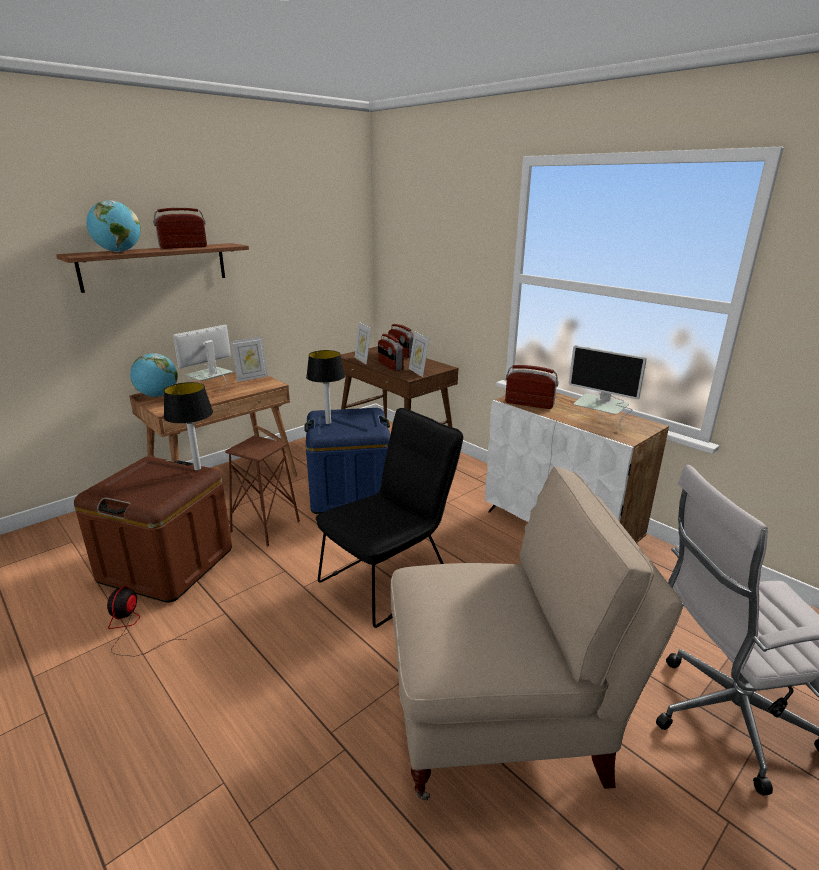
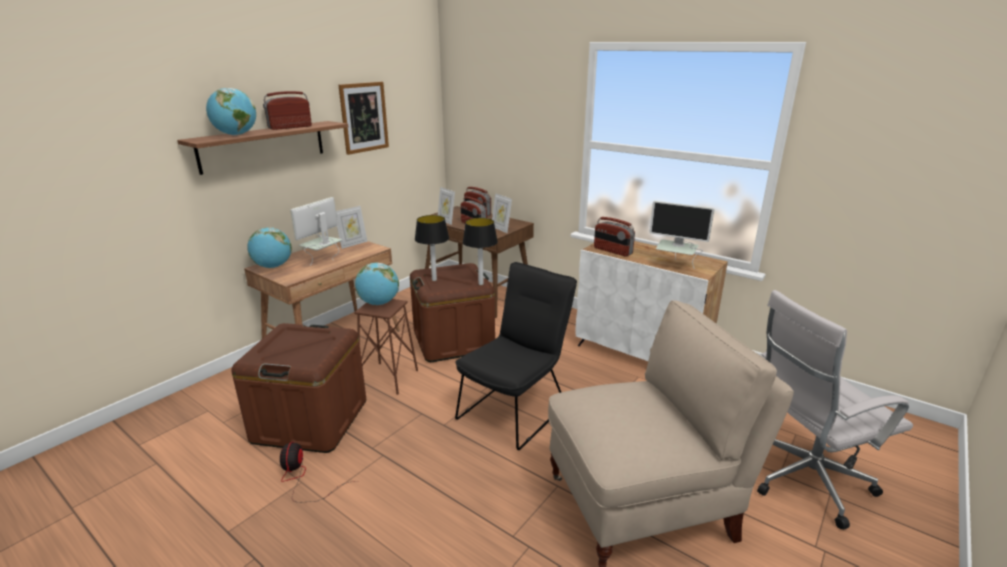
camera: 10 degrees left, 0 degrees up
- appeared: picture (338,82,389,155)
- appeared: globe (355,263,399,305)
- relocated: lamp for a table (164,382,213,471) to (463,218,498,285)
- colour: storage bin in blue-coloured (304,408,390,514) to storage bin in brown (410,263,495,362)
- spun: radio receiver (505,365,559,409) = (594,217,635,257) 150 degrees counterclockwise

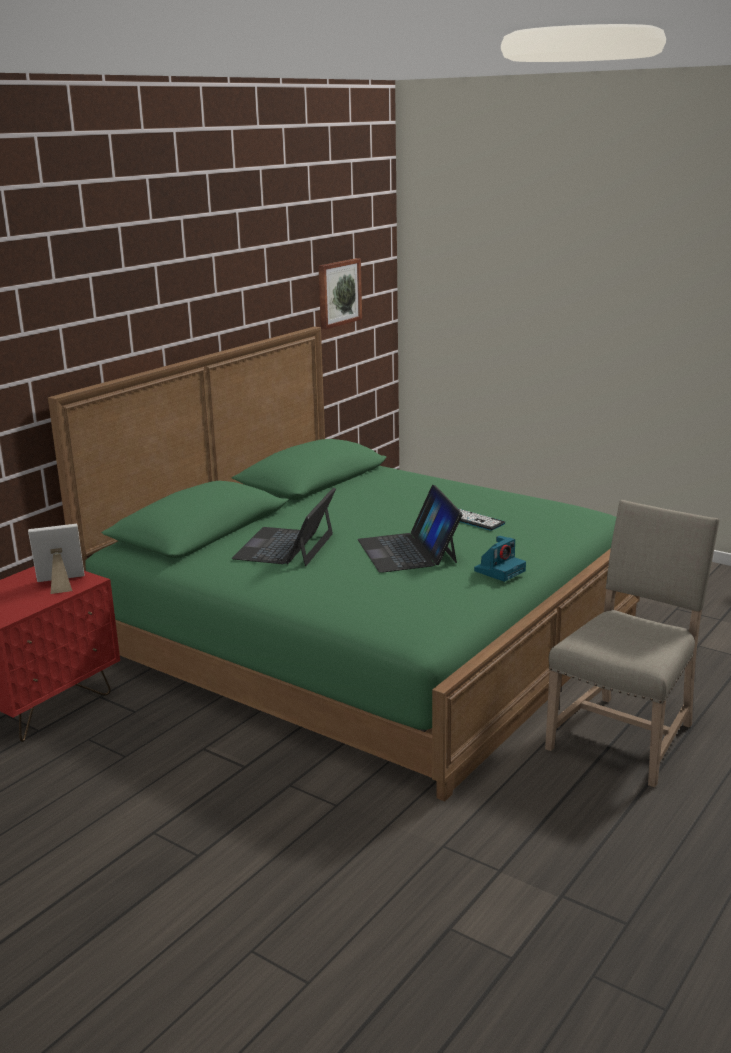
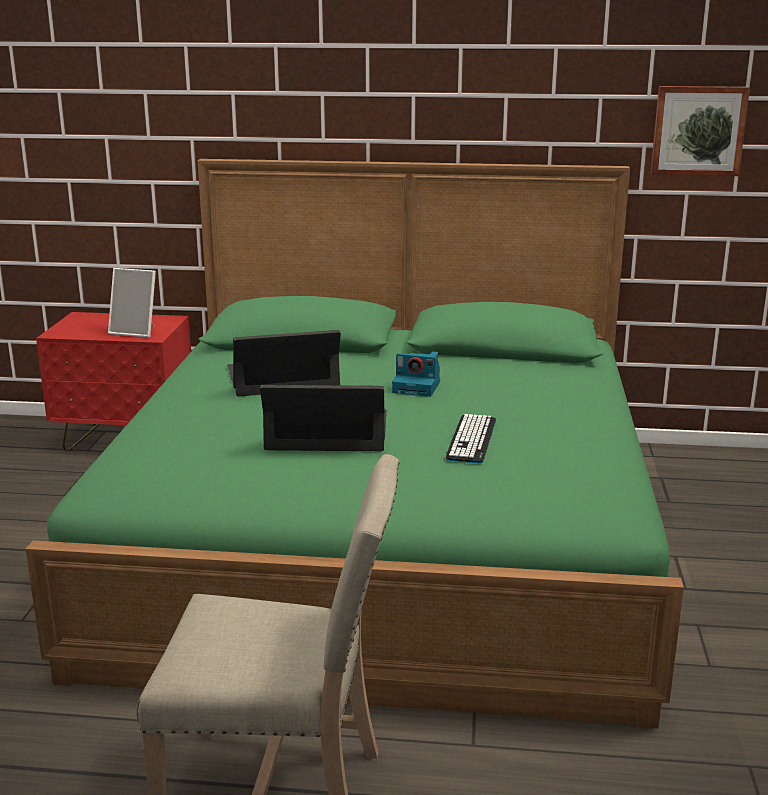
camera: 60 degrees right, 0 degrees up
- relocated: still camera (474,536,526,582) to (392,352,440,397)
- spun: photo frame (28,524,84,594) = (108,268,156,338) 150 degrees clockwise
- spun: notebook computer (358,485,463,573) = (260,385,387,451) 45 degrees clockwise

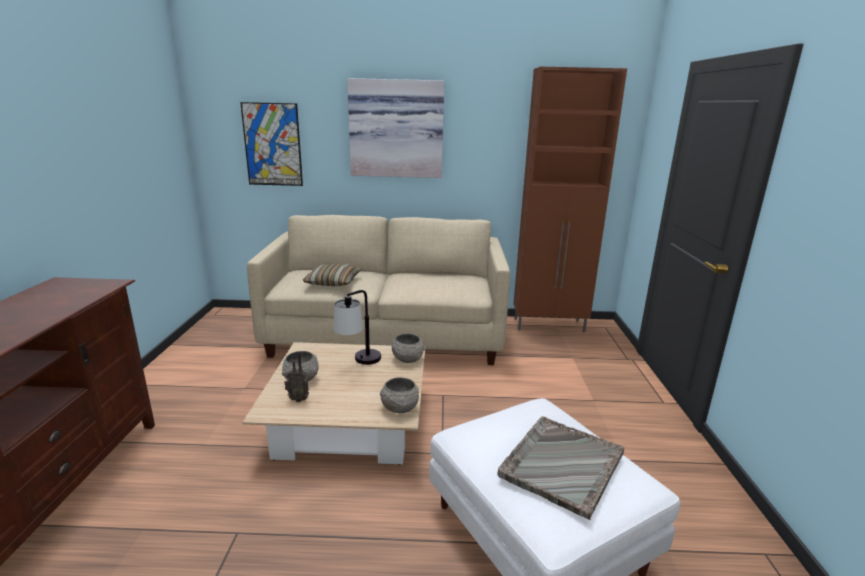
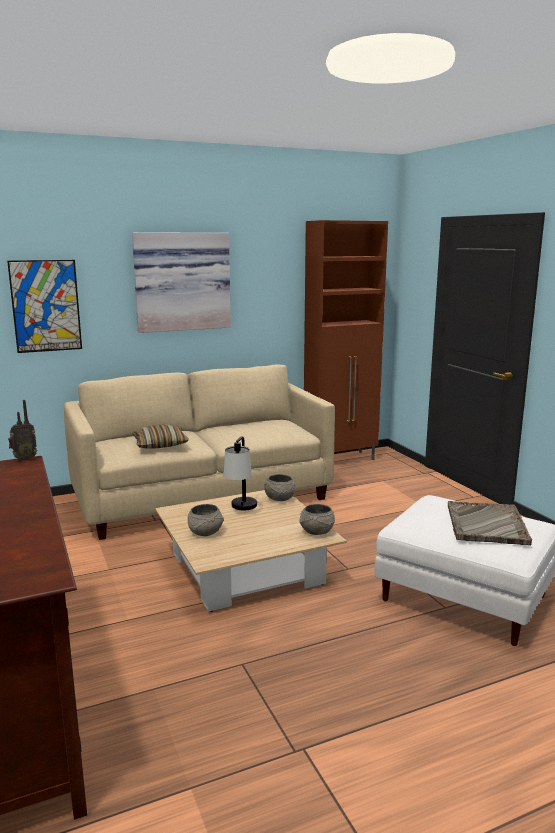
camera: 25 degrees left, 5 degrees down
- relocated: radio receiver (284,351,309,402) to (8,400,37,461)

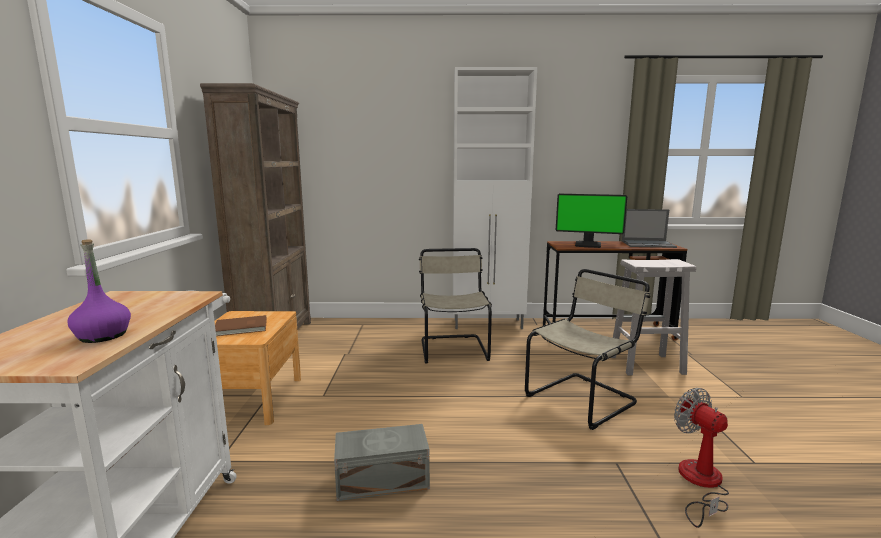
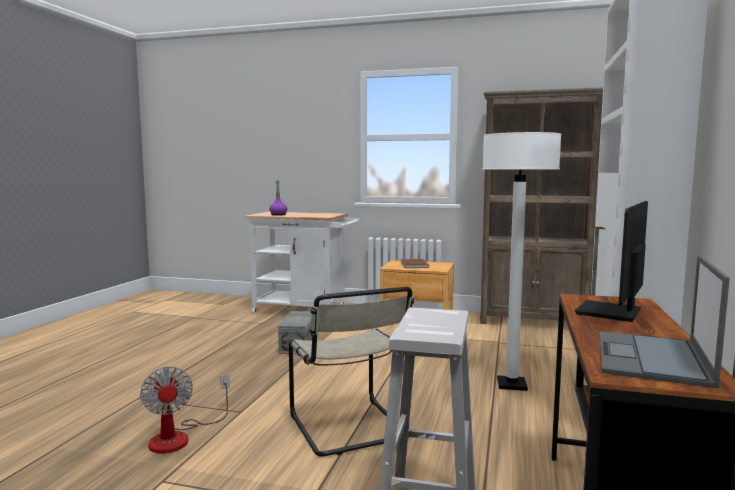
camera: 105 degrees right, 5 degrees down
- exchanged: chair in beige-coloured (419,248,492,364) to standing lamp in white-coloured (482,132,561,391)
- spun: fan (674,388,729,528) = (140,367,230,454) 75 degrees clockwise

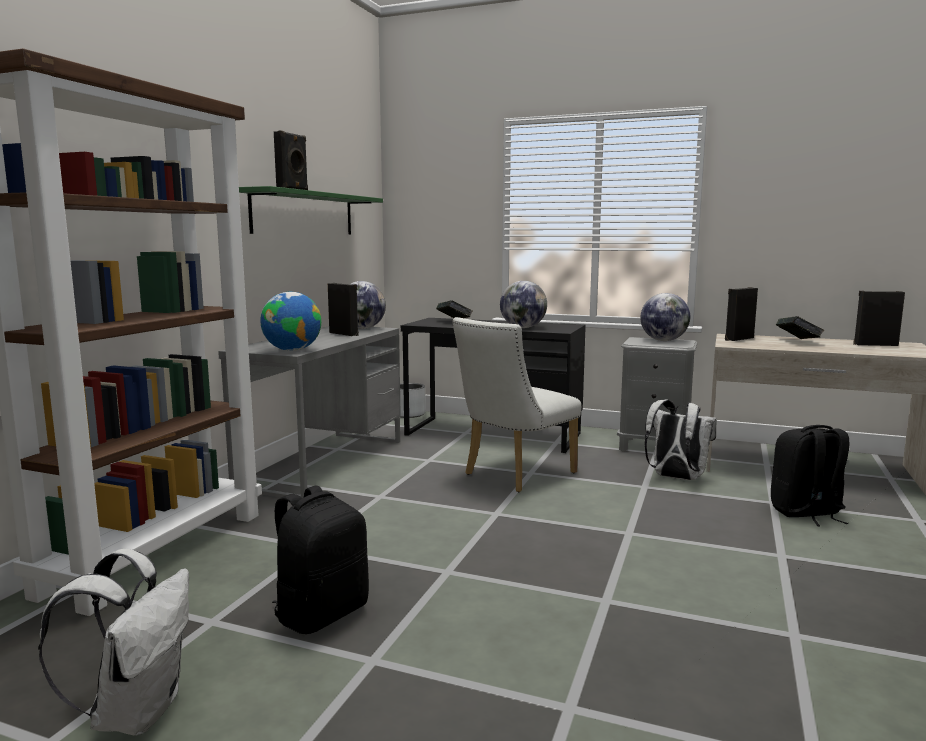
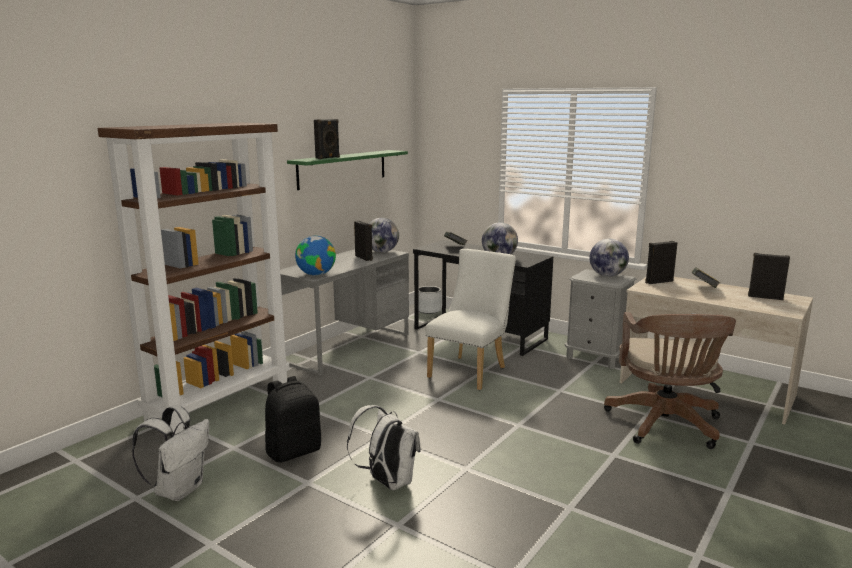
camera: 15 degrees right, 5 degrees up
- relocated: backpack in white-coloured (645,400,717,480) to (347,405,421,490)
- exchanged: backpack in black-coloured (771,425,849,526) to computer chair in brown (604,312,736,449)
- spun: chair in white-coloured (452,317,581,492) = (425,249,516,390) 150 degrees clockwise

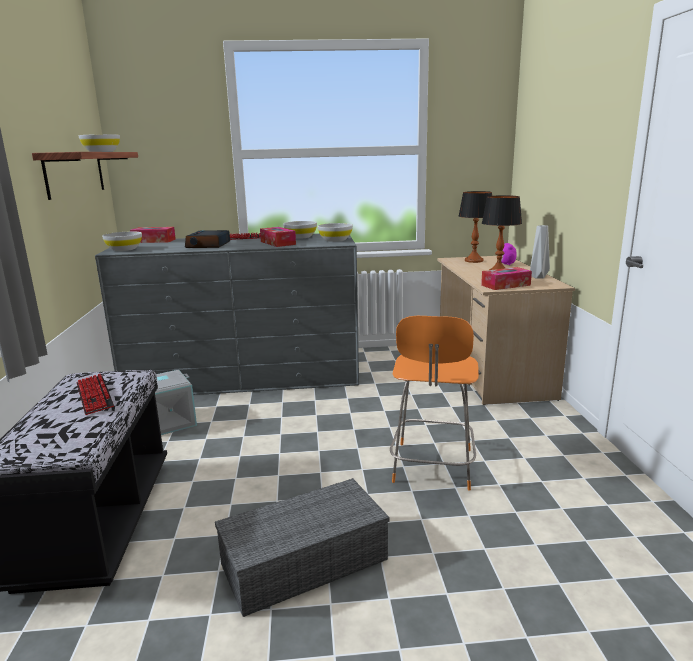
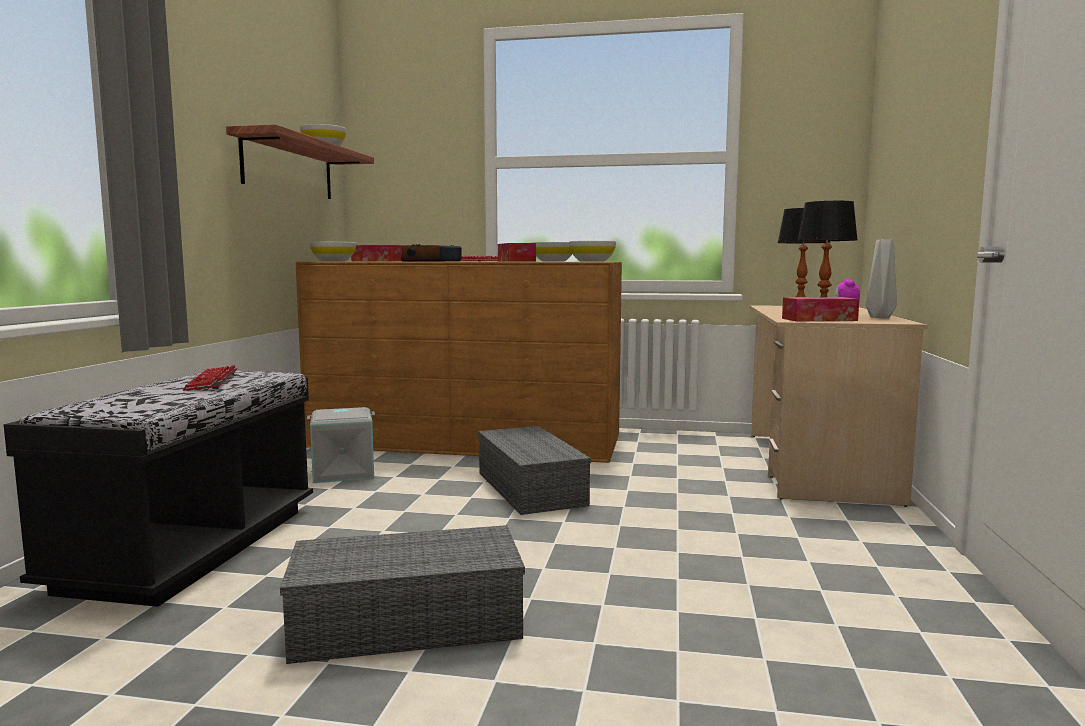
camera: 15 degrees right, 10 degrees down
- missing: chair in orange-coloured (390,316,479,491)
- appeared: storage bin in gray (478,426,591,515)
- colour: dresser in gray (95,233,359,395) to dresser in brown (295,261,622,463)

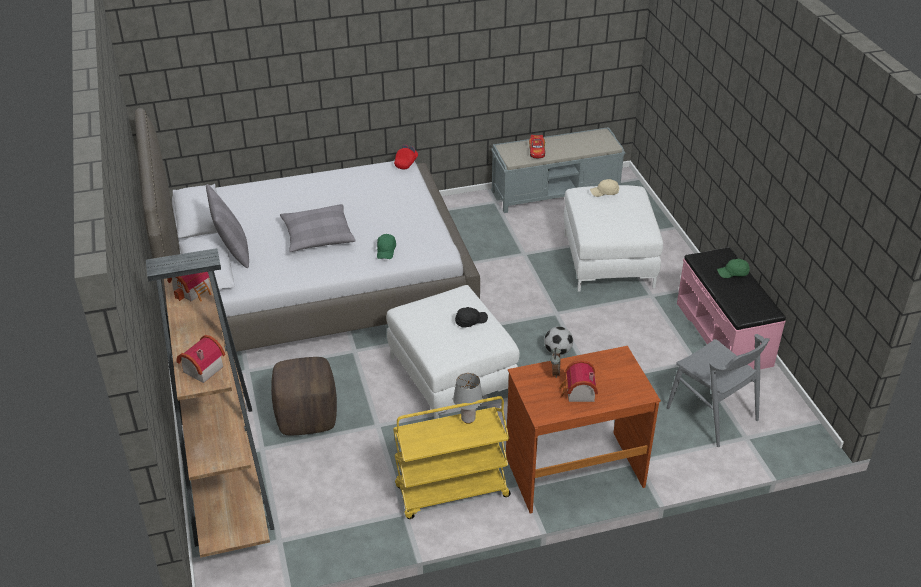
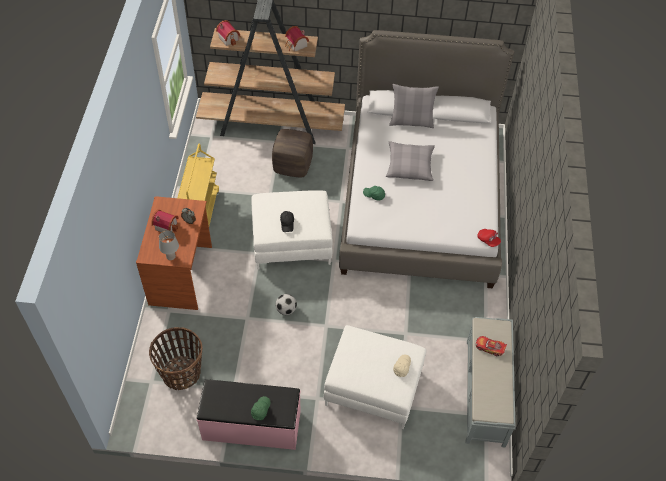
camera: 110 degrees right, 15 degrees up
- relocated: lamp for a table in gray (453,373,483,424) to (159,230,179,260)
- exchanged: chair in gray (667,334,770,447) to basket (149,327,202,390)

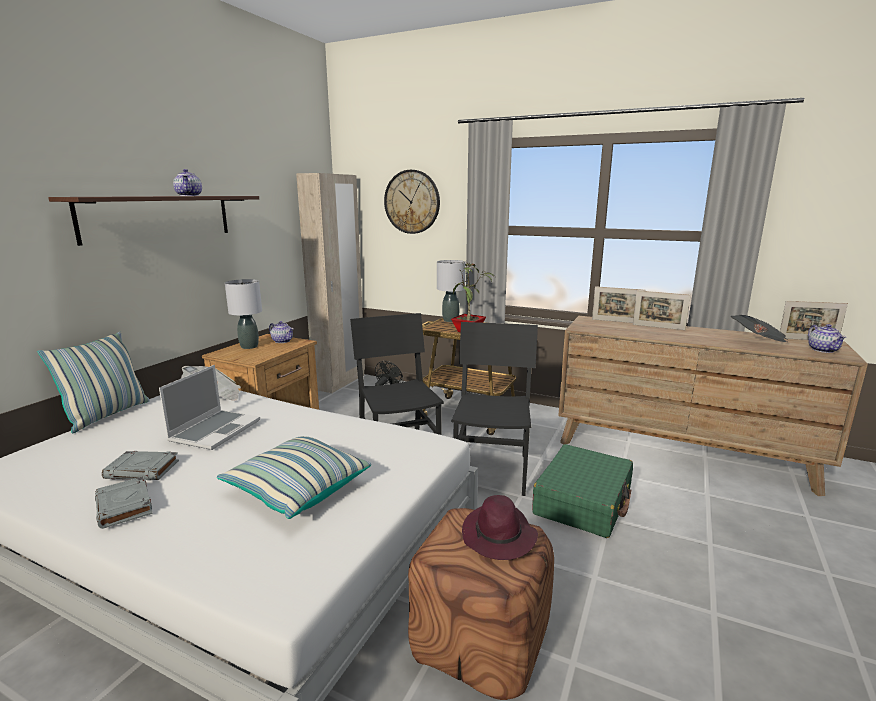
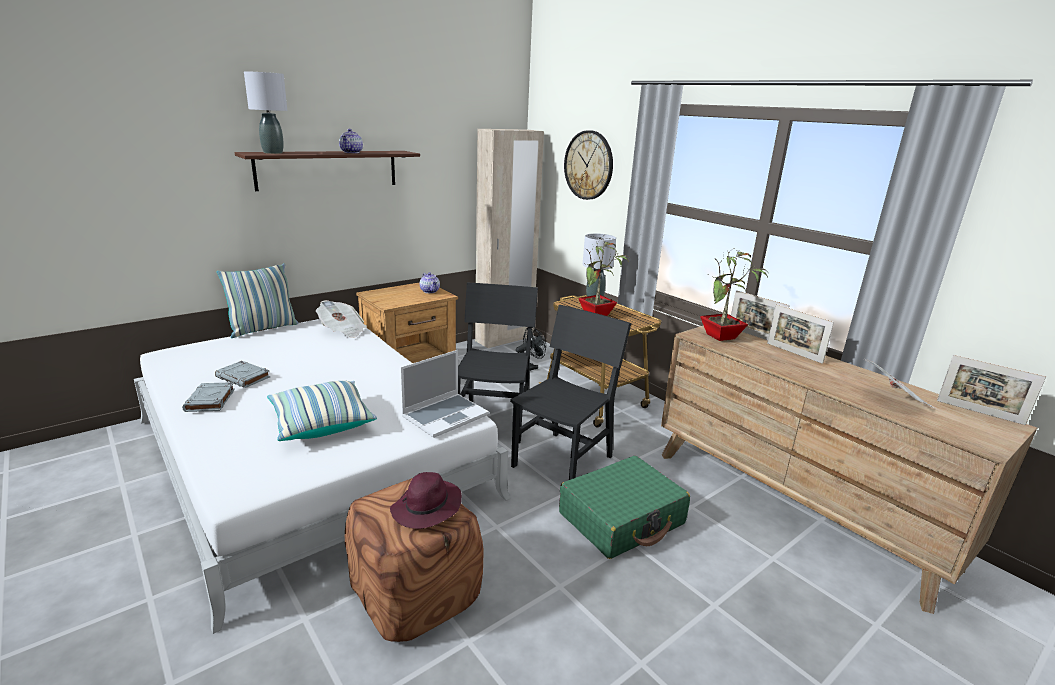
camera: 25 degrees right, 5 degrees up
- missing: teapot (808,324,846,353)
- appeared: potted plant (700,249,768,341)
- relocated: notebook computer (159,365,260,450) to (400,350,489,438)
- relocated: lamp for a table in gray (225,279,262,349) to (244,71,287,154)

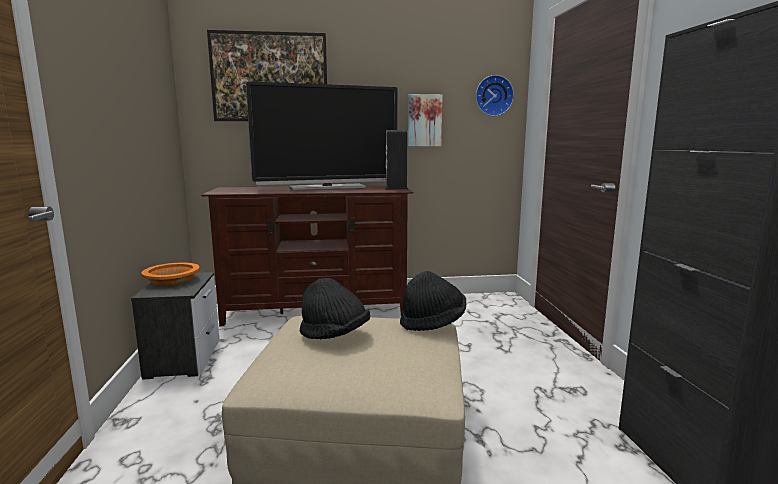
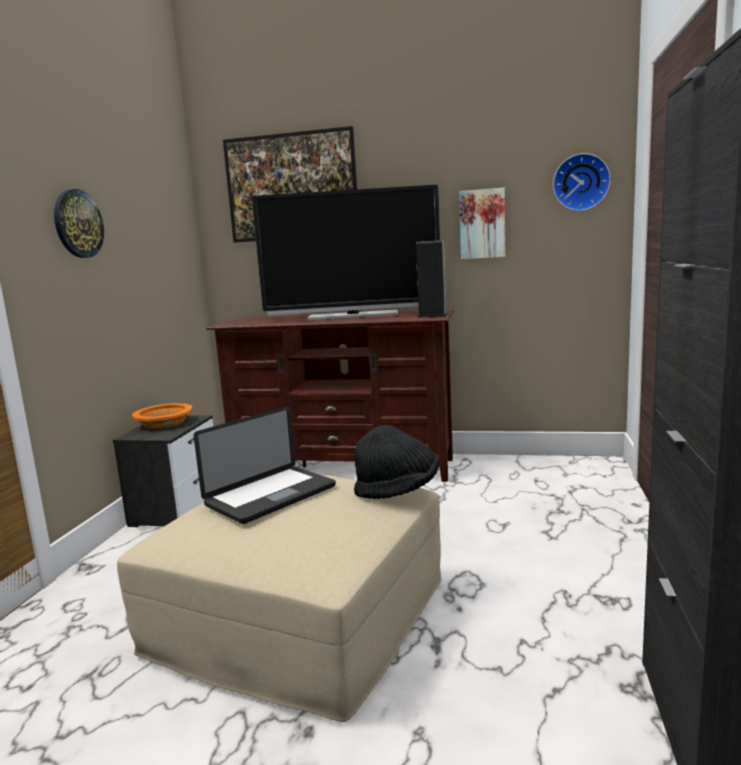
camera: 20 degrees right, 0 degrees up
- appeared: clock on the wall (54,189,104,258)
- exchanged: clothing hat in black-coloured (300,278,370,339) to notebook computer (194,406,336,524)

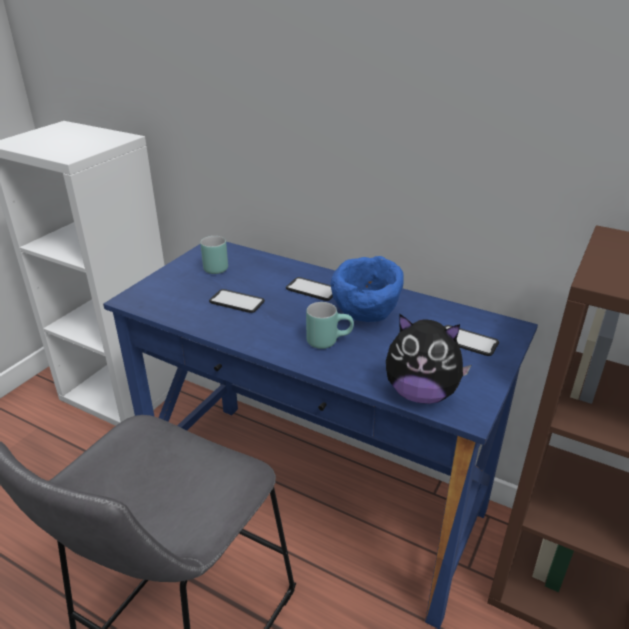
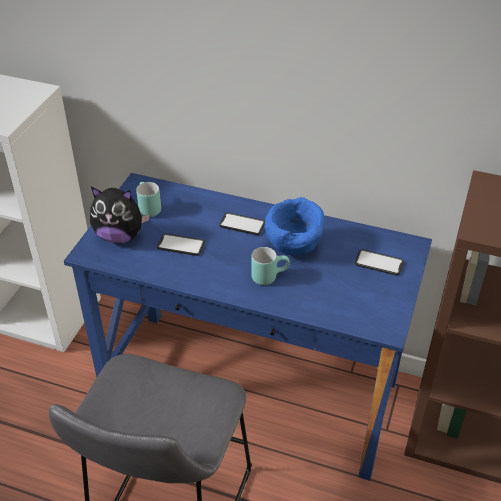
camera: 10 degrees left, 10 degrees up
- relocated: soft toy (386,314,471,404) to (90,187,150,243)

